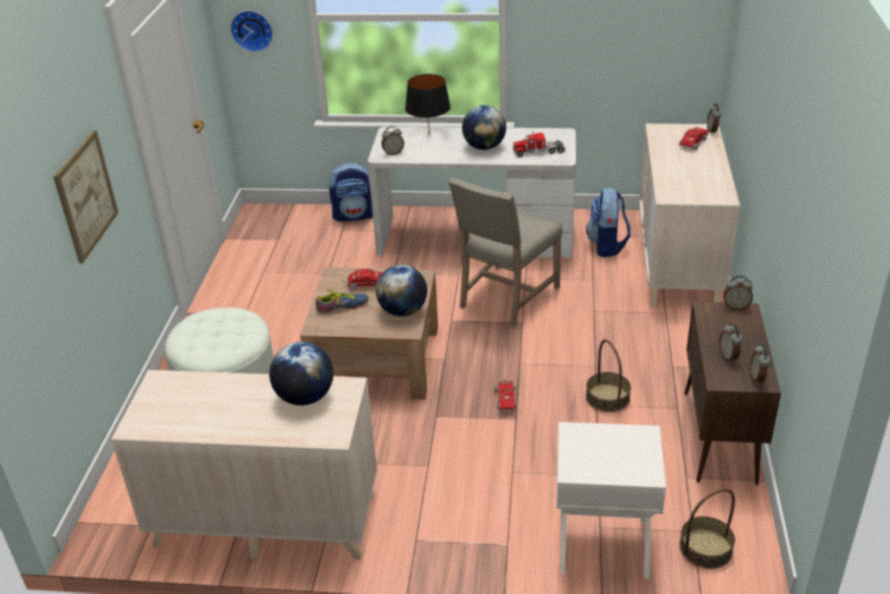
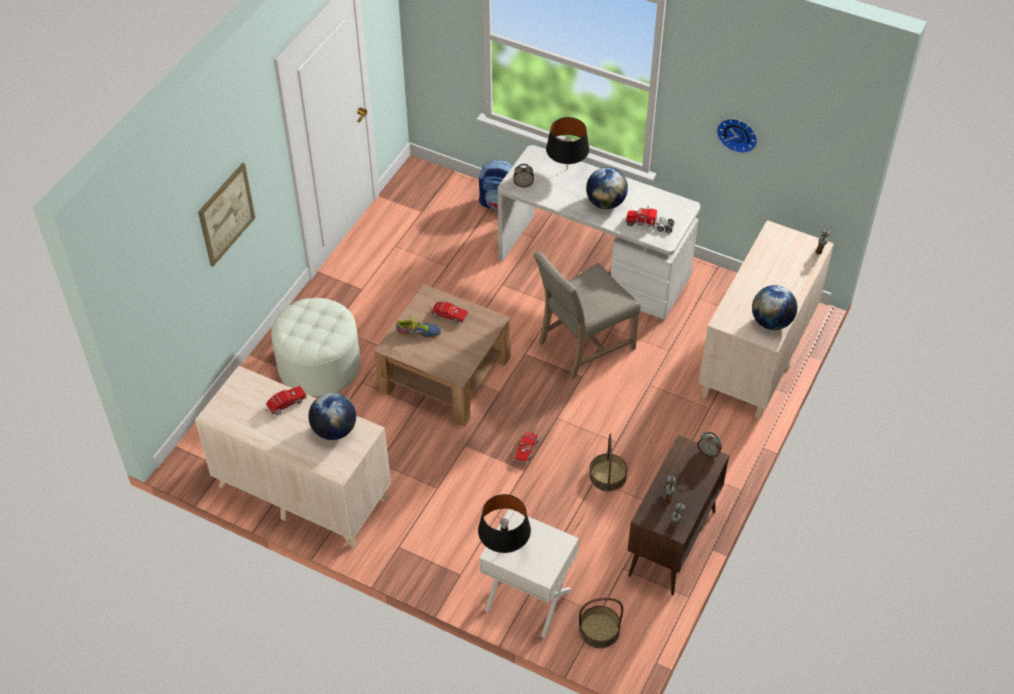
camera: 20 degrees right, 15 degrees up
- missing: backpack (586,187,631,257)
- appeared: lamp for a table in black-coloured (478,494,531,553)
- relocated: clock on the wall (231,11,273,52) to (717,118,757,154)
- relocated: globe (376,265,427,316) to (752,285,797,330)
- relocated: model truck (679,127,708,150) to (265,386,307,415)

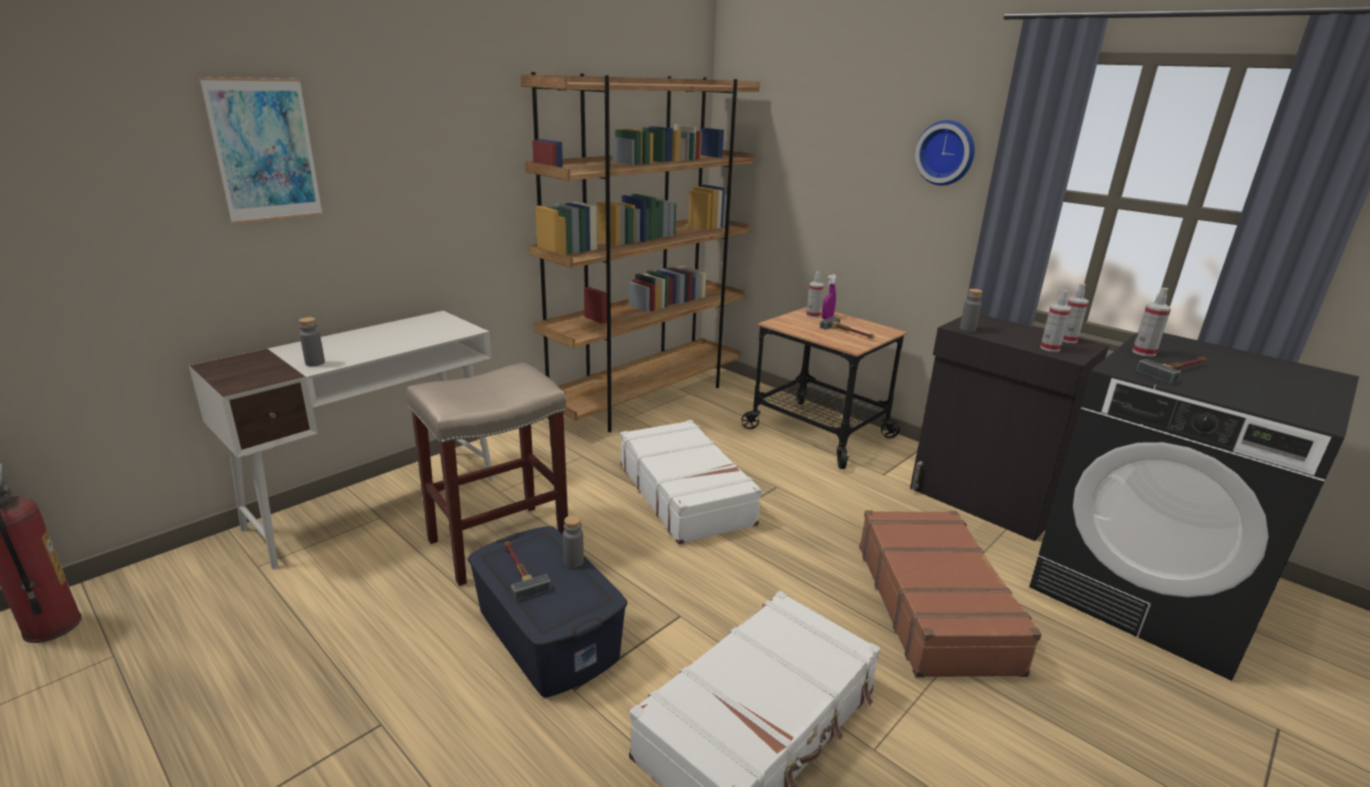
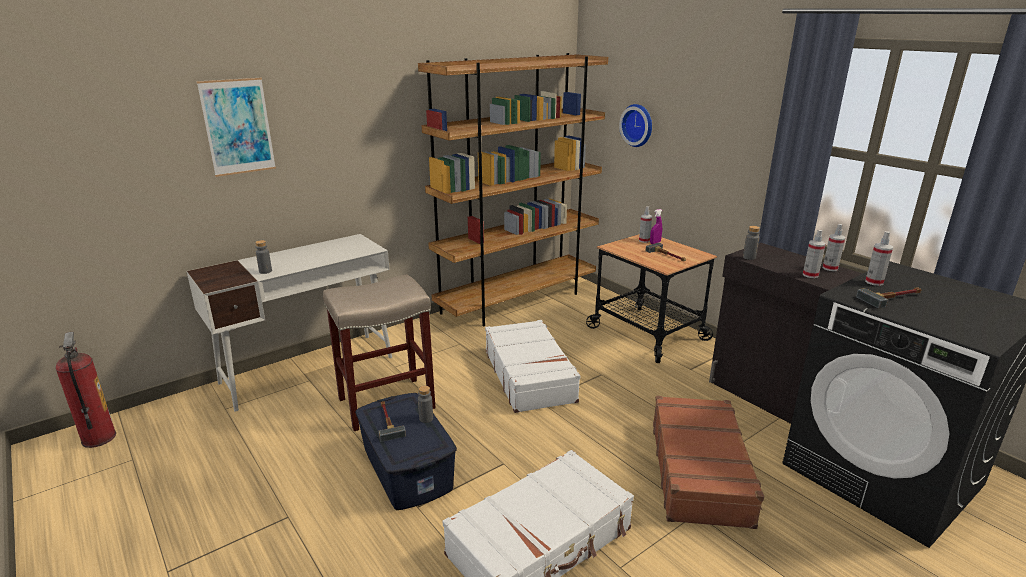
camera: 10 degrees right, 0 degrees up
- relocated: clock on the wall (915,120,975,185) to (619,104,652,147)

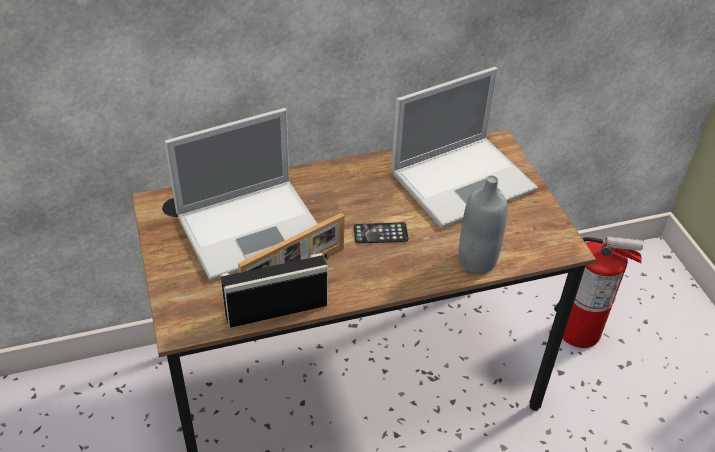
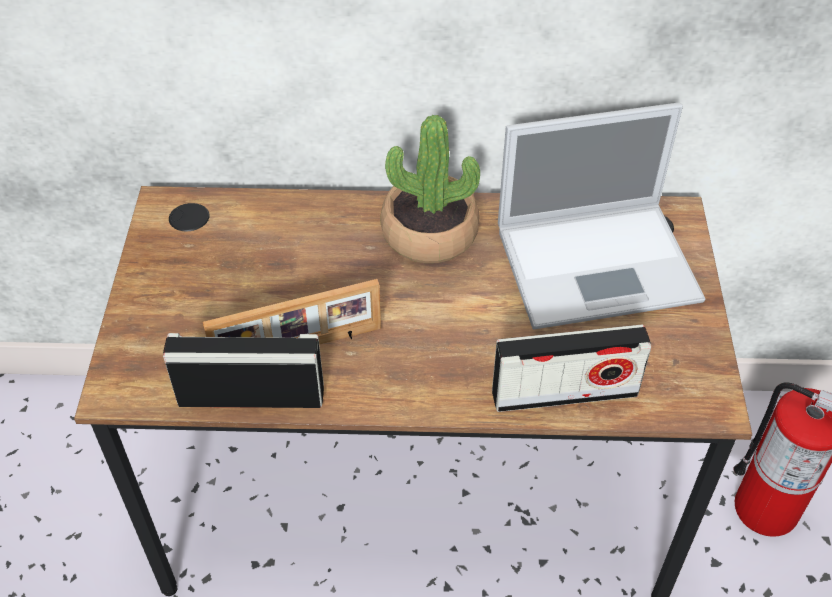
camera: 20 degrees right, 5 degrees up
- missing: notebook computer (164,108,317,281)
- missing: handset (354,222,409,244)
- appeared: potted plant (380,115,480,263)
- exchanged: bottle in gray (459,175,508,274) to radio receiver (492,325,651,412)

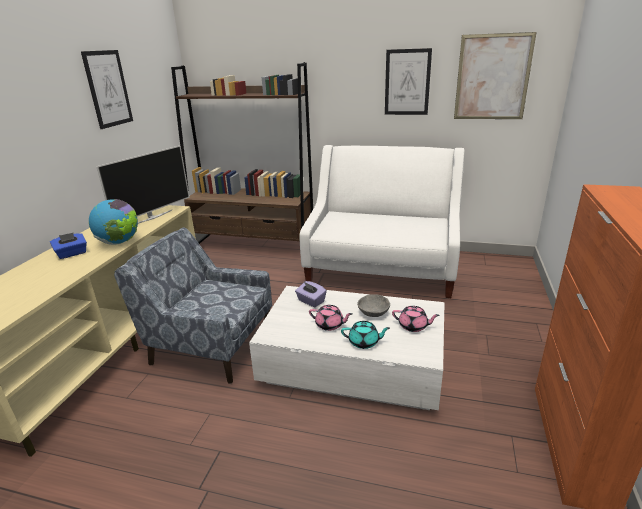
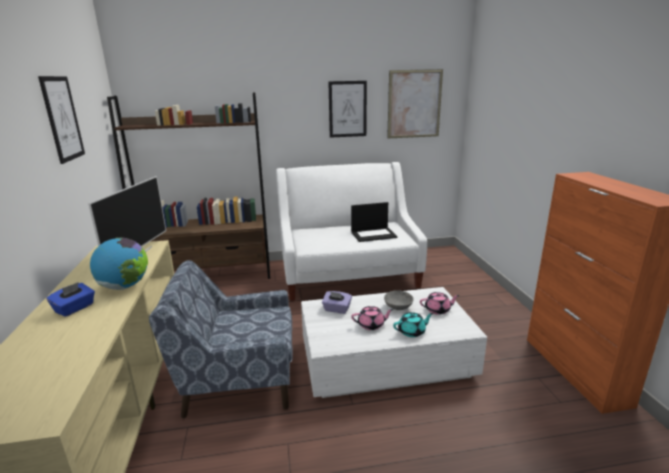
camera: 25 degrees left, 5 degrees down
- appeared: notebook computer (351,202,398,242)

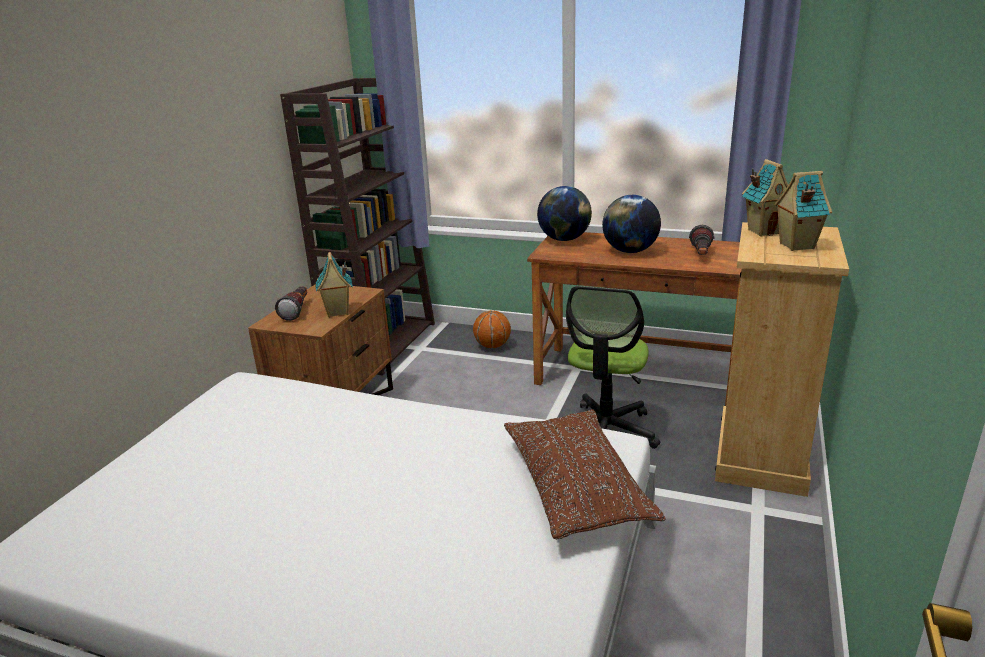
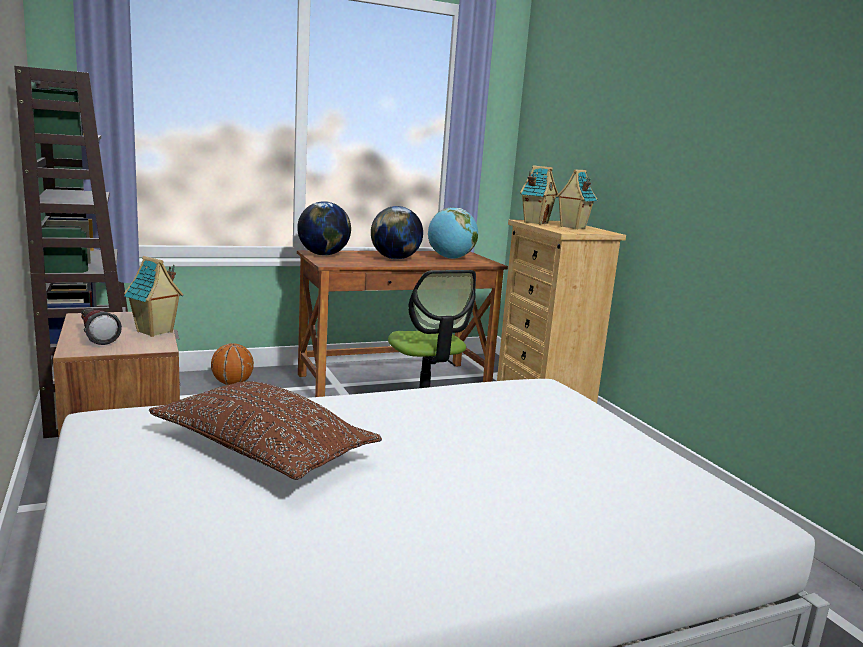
camera: 45 degrees left, 10 degrees down
- relocated: pillow in brown (504,409,666,539) to (149,381,382,480)
- exchanged: hand torch (689,225,715,255) to globe (428,208,478,259)

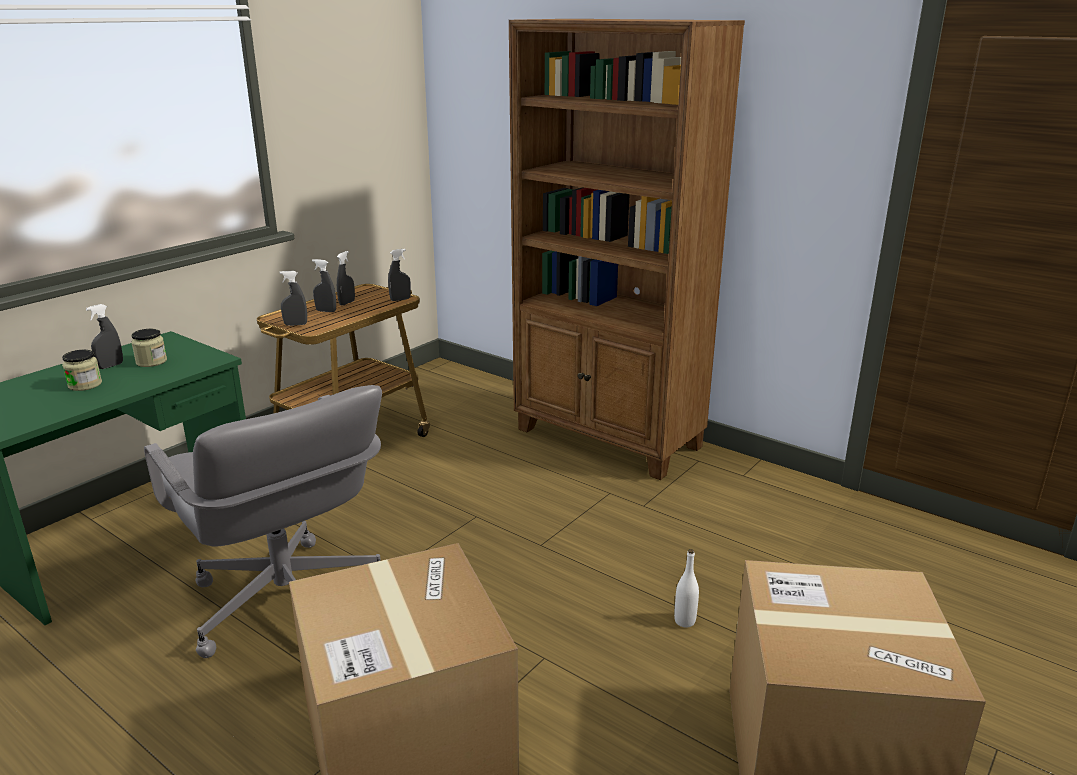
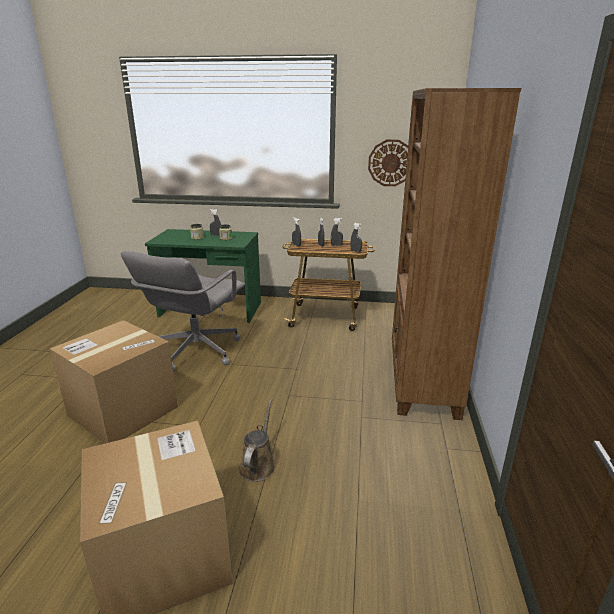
camera: 60 degrees right, 0 degrees up
- appeared: clock on the wall (368,140,408,186)
- exchanged: bottle in white-coloured (674,549,699,628) to sprinkling can in brown (239,399,276,482)

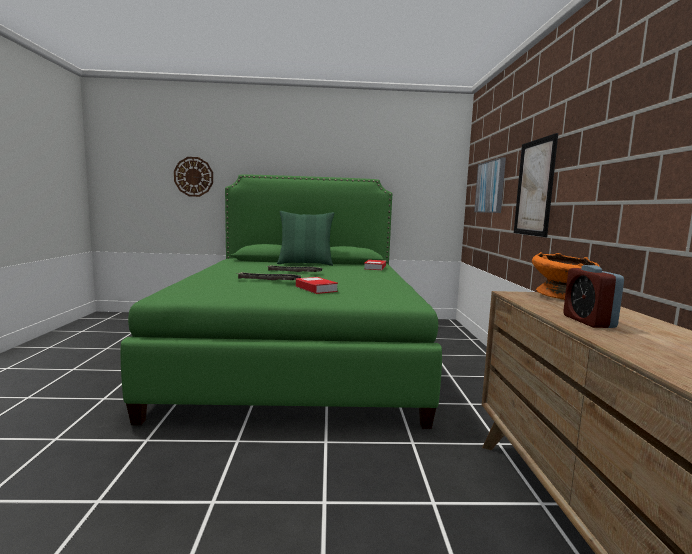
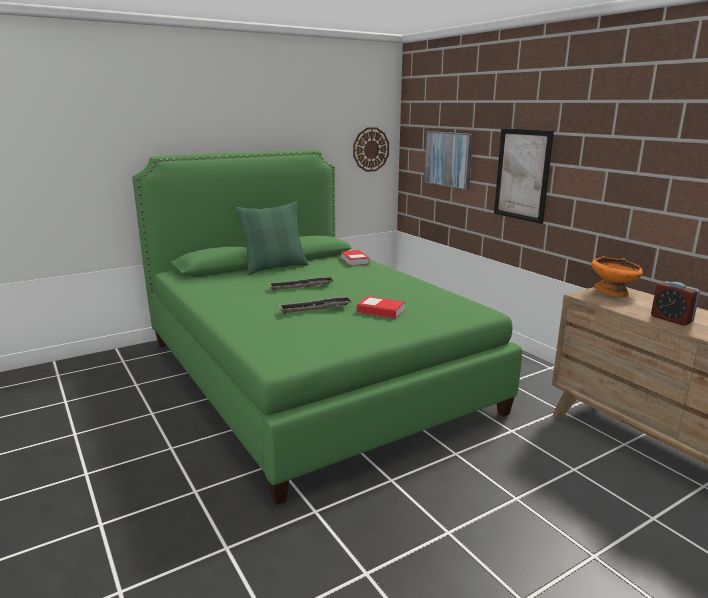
camera: 30 degrees left, 10 degrees up
- relocated: clock on the wall (174,157,213,197) to (353,127,389,172)

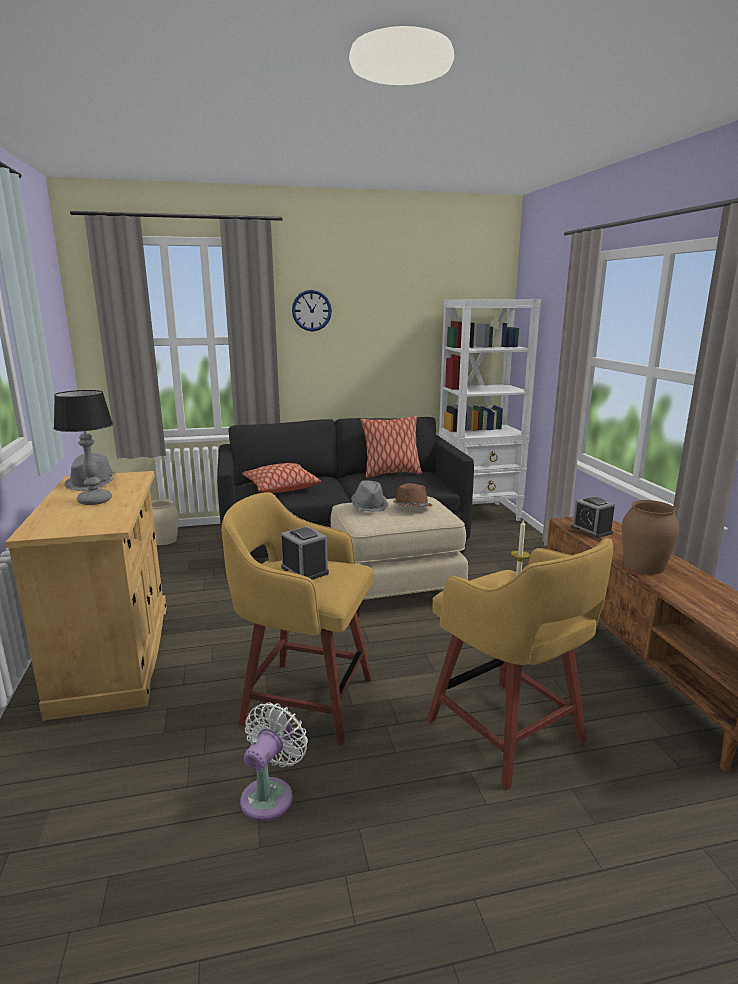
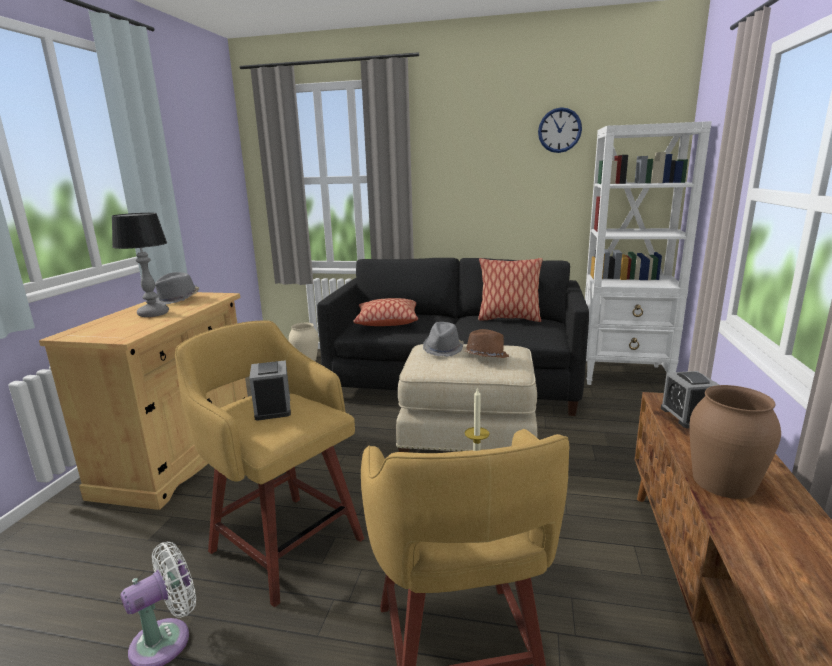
camera: 25 degrees right, 0 degrees up
- relocated: clock on the wall (292,290,332,332) to (538,107,582,153)

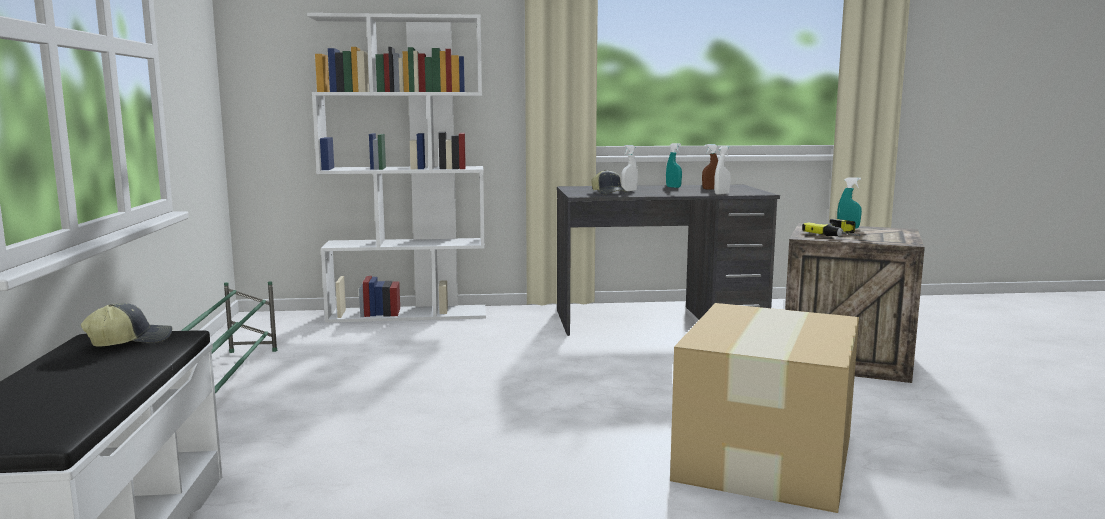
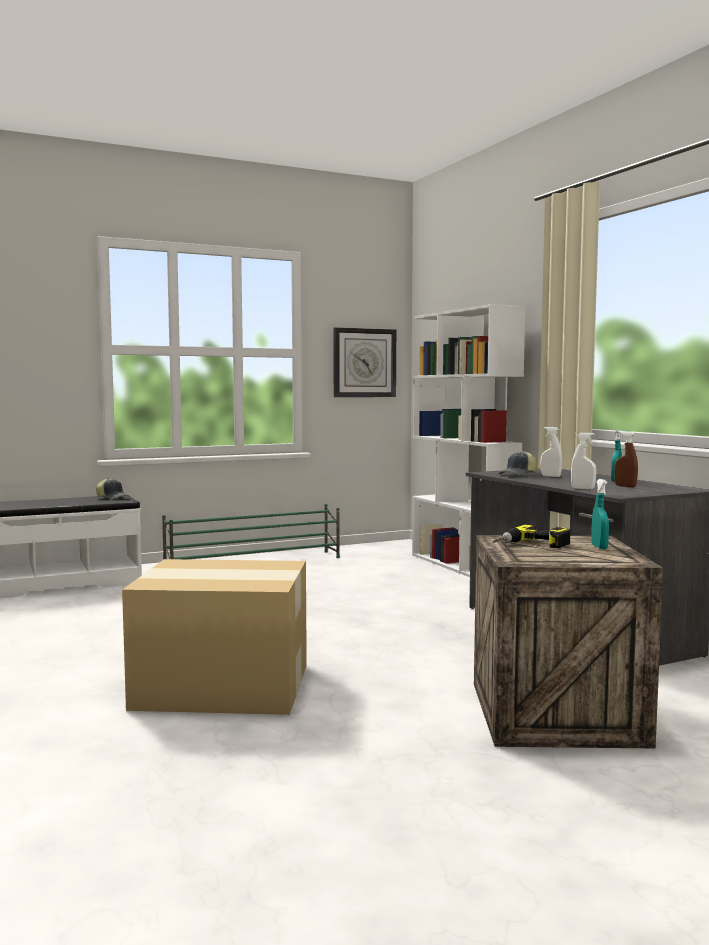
camera: 70 degrees right, 5 degrees down
- appeared: clock on the wall (333,327,396,397)

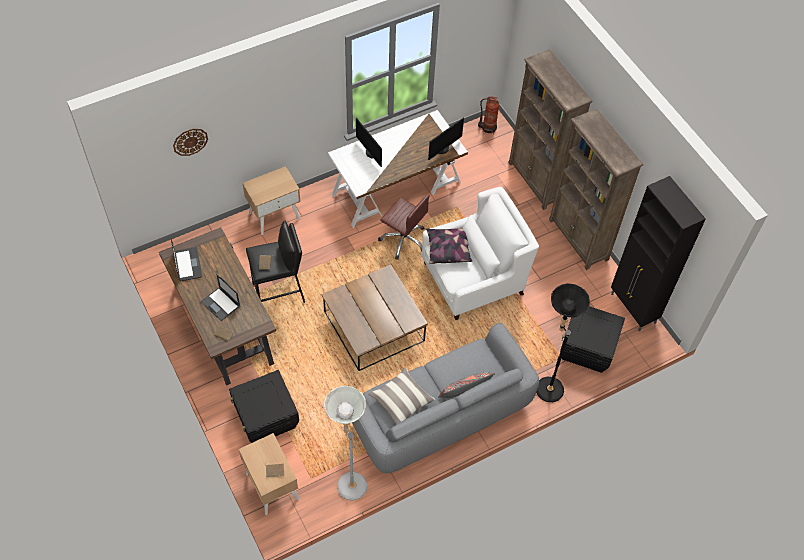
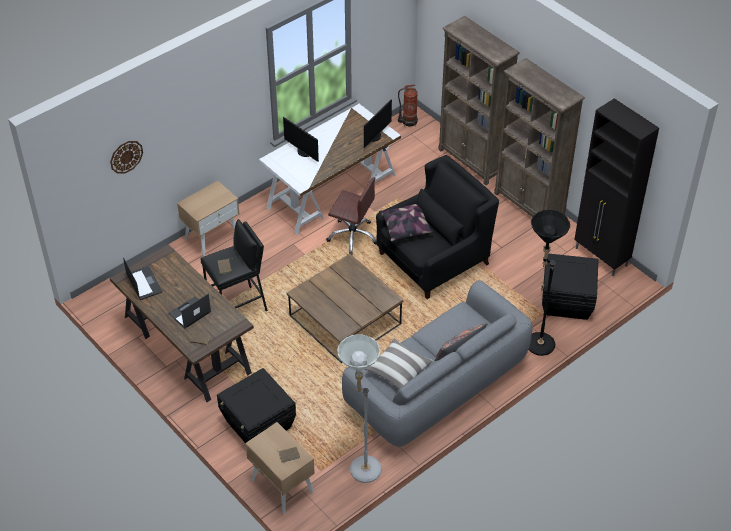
camera: 10 degrees left, 10 degrees down
- colour: armchair in white-coloured (422,187,539,320) to armchair in black-coloured (376,155,499,299)
- spun: notebook computer (201,274,240,321) = (168,293,211,329) 105 degrees clockwise

